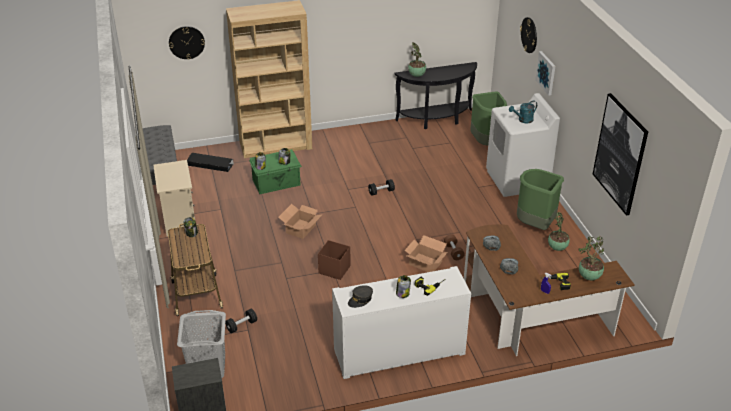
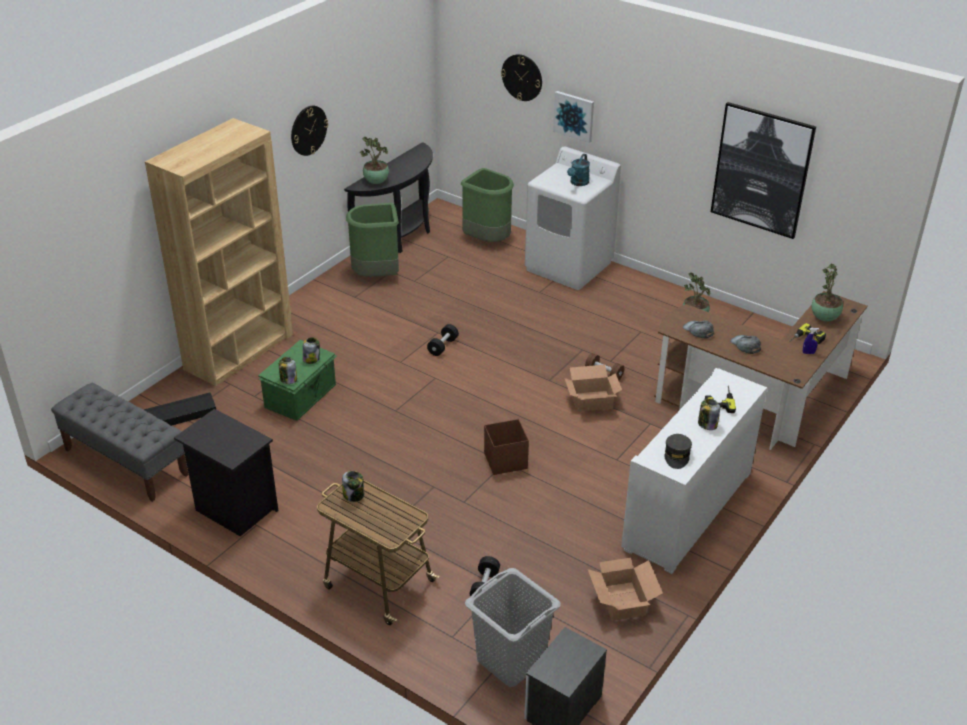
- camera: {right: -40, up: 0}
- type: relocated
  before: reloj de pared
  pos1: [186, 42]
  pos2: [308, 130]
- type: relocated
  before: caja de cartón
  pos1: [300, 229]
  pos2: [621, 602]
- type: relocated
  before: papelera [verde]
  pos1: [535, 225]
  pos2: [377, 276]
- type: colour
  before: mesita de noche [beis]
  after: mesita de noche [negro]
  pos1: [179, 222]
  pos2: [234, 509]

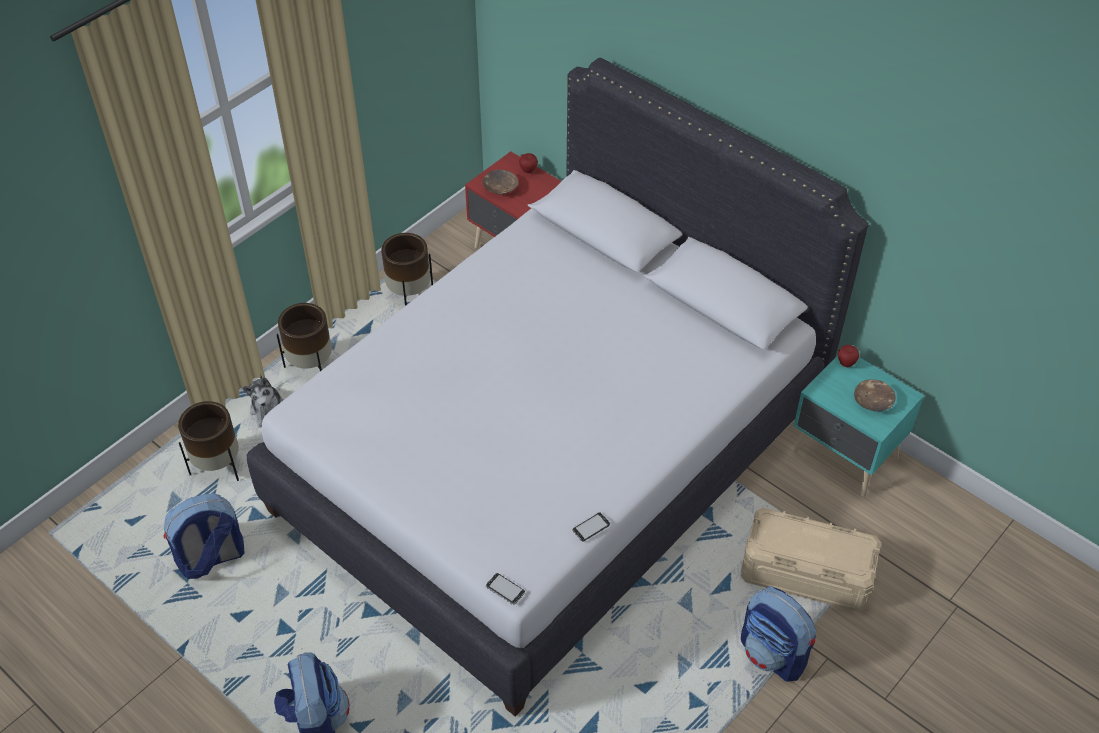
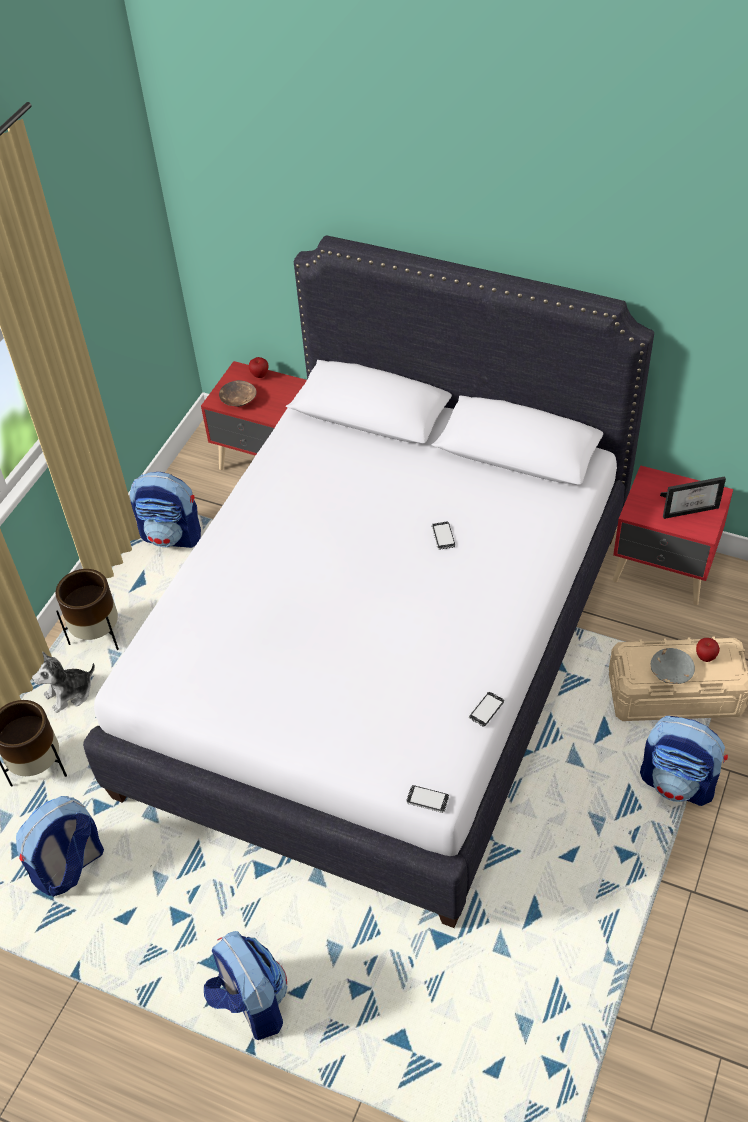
- camera: {right: -15, up: 0}
- type: appeared
  after: móvil
  pos2: [443, 536]
- type: appeared
  after: cuenco [gris]
  pos2: [670, 672]
- type: relocated
  before: manzana
  pos1: [846, 363]
  pos2: [705, 657]
- type: exchanged
  before: maceta [marrón]
  after: mochila
  pos1: [410, 296]
  pos2: [172, 536]
- type: exchanged
  before: cuenco [marrón]
  after: portarretratos
  pos1: [873, 401]
  pos2: [689, 508]
- type: colour
  before: mesita de noche [turquesa]
  after: mesita de noche [rojo]
  pos1: [845, 457]
  pos2: [663, 572]
- type: spun
  before: peluche
  pos1: [268, 410]
  pos2: [70, 693]
  turn: 90

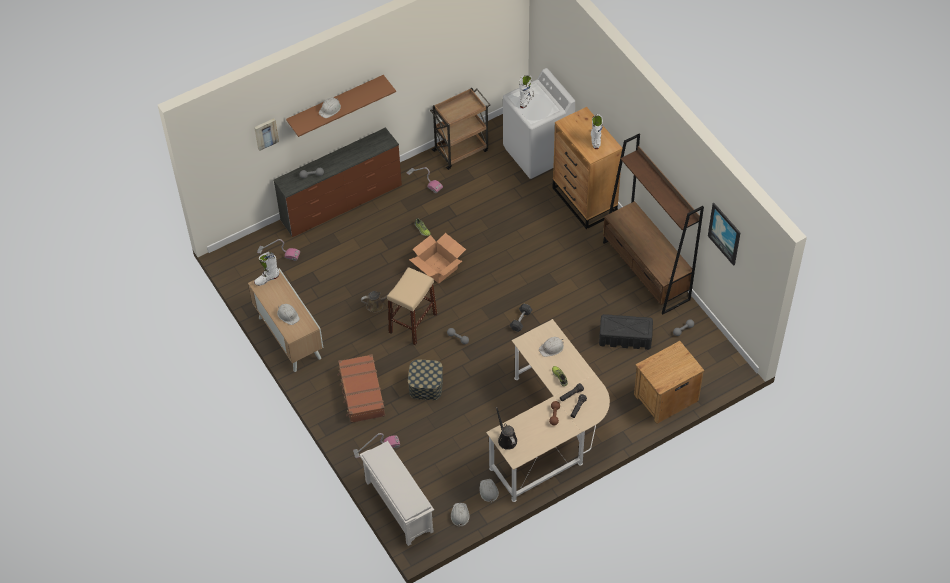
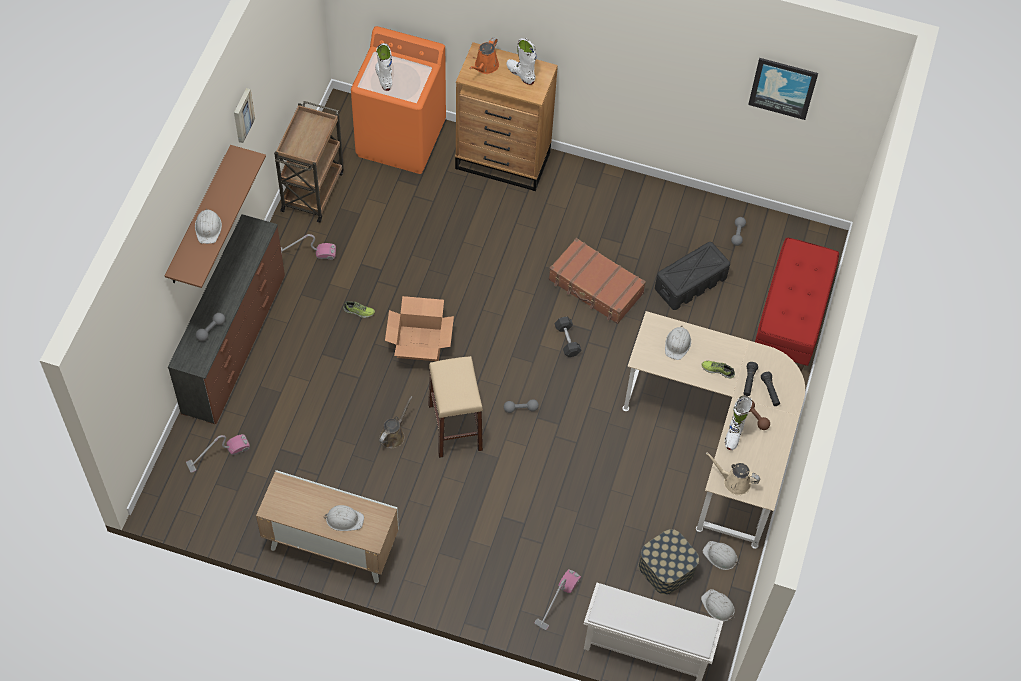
- camera: {right: -45, up: 5}
- type: missing
  before: estantería [marrón]
  pos1: [646, 271]
- type: appeared
  after: regadera [naranja]
  pos2: [485, 66]
- type: relocated
  before: cuadro
  pos1: [266, 133]
  pos2: [242, 115]
- type: relocated
  before: bota [blanco]
  pos1: [267, 279]
  pos2: [733, 434]
- type: relocated
  before: maleta [marrón]
  pos1: [361, 393]
  pos2: [595, 287]
- type: relocated
  before: caja de almacenaje
  pos1: [426, 385]
  pos2: [666, 568]
- type: exchanged
  before: mesita de noche [marrón]
  after: banco [rojo]
  pos1: [665, 397]
  pos2: [790, 319]
- type: colour
  before: regadera [negro]
  after: regadera [beis]
  pos1: [506, 439]
  pos2: [734, 482]
- type: colour
  before: lavadora [blanco]
  after: lavadora [naranja]
  pos1: [538, 153]
  pos2: [401, 139]

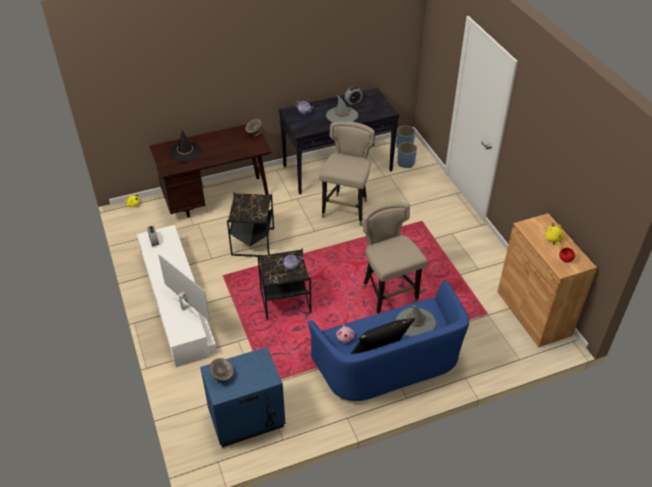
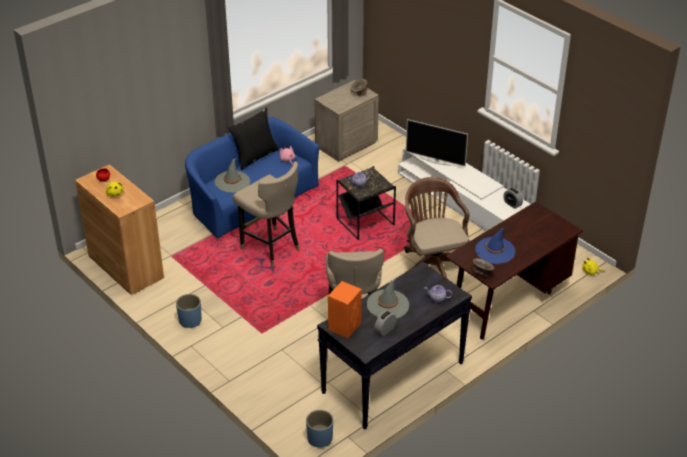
- camera: {right: 160, up: -5}
- type: missing
  before: sombrero [negro]
  pos1: [185, 152]
- type: appeared
  after: altavoz [naranja]
  pos2: [345, 326]
- type: appeared
  after: sombrero [azul]
  pos2: [495, 251]
- type: relocated
  before: maceta [azul]
  pos1: [406, 163]
  pos2: [190, 320]
- type: exchanged
  before: mesa auxiliar [negro]
  after: silla de oficina [marrón]
  pos1: [252, 242]
  pos2: [433, 265]
- type: colour
  before: mesita de noche [azul]
  after: mesita de noche [beis]
  pos1: [247, 419]
  pos2: [345, 144]

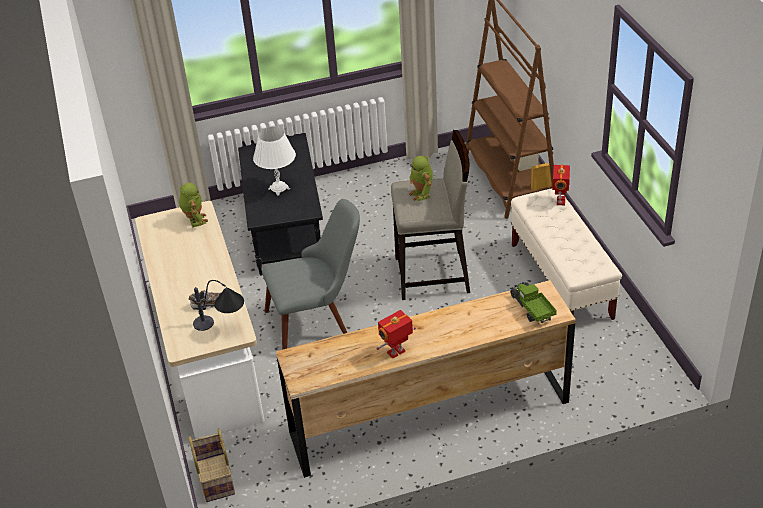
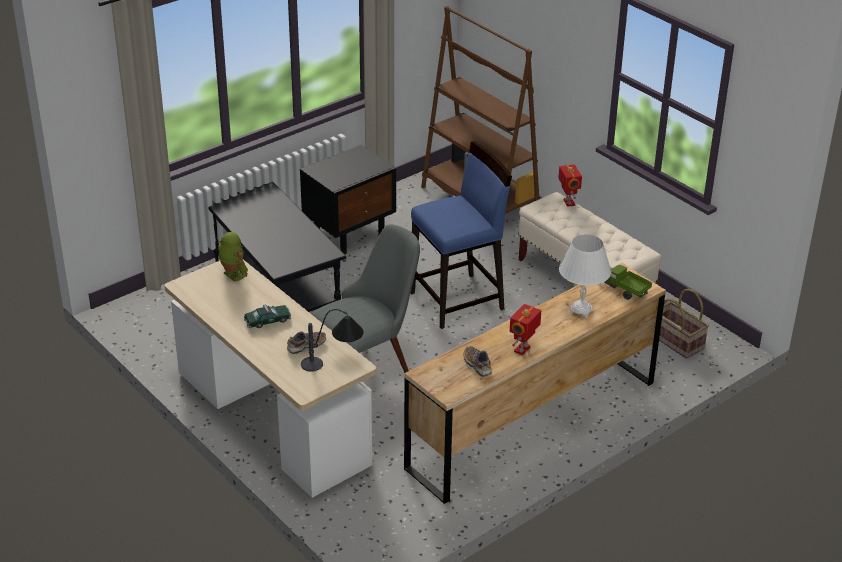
- camera: {right: -25, up: -5}
- type: missing
  before: robot de juguete
  pos1: [422, 194]
- type: appeared
  after: coche de juguete
  pos2: [268, 321]
- type: appeared
  after: mesita de noche [negro]
  pos2: [350, 234]
- type: appeared
  after: zapato
  pos2: [477, 365]
- type: relocated
  before: cesta
  pos1: [214, 477]
  pos2: [676, 342]
- type: relocated
  before: lámpara de mesa [blanco]
  pos1: [279, 189]
  pos2: [581, 310]
- type: colour
  before: taburete [beis]
  after: taburete [azul]
  pos1: [433, 275]
  pos2: [458, 301]

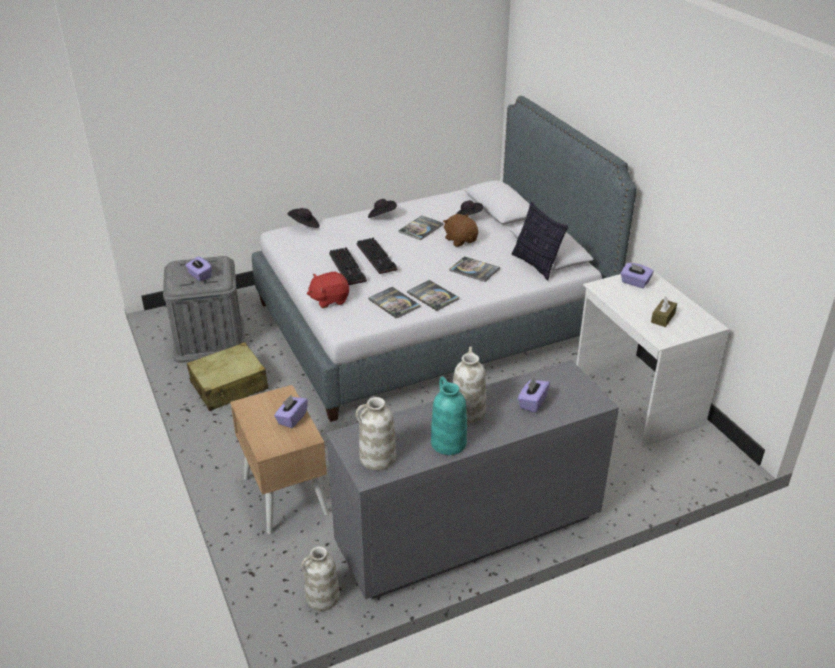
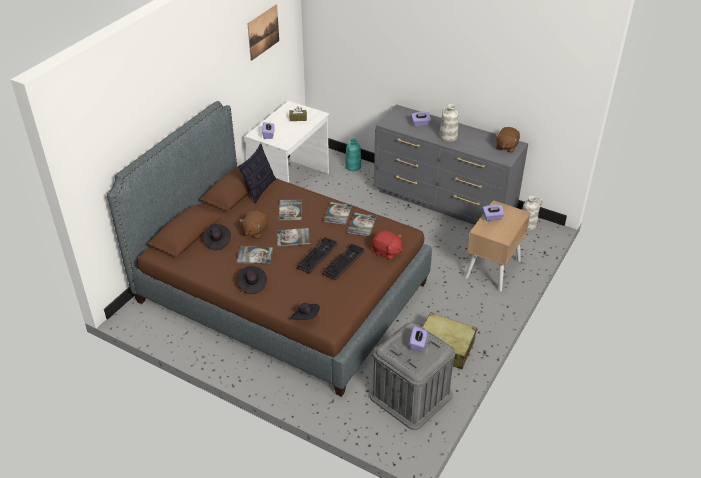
- camera: {right: -125, up: 5}
- type: appeared
  after: cuadro
  pos2: [263, 32]
- type: appeared
  after: libro
  pos2: [293, 237]
- type: relocated
  before: florero [turquesa]
  pos1: [447, 443]
  pos2: [353, 167]
- type: exchanged
  before: florero [blanco]
  after: peluche [marrón]
  pos1: [377, 458]
  pos2: [506, 147]
- type: colour
  before: cama [gris]
  after: cama [marrón]
  pos1: [430, 320]
  pos2: [281, 292]

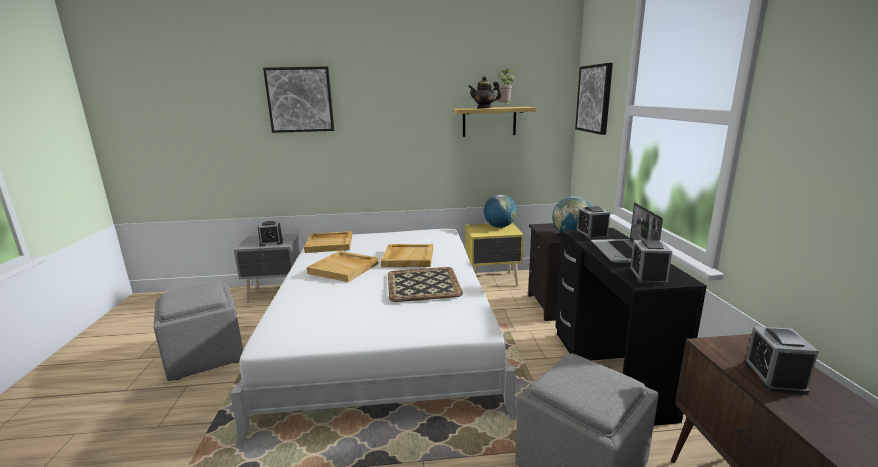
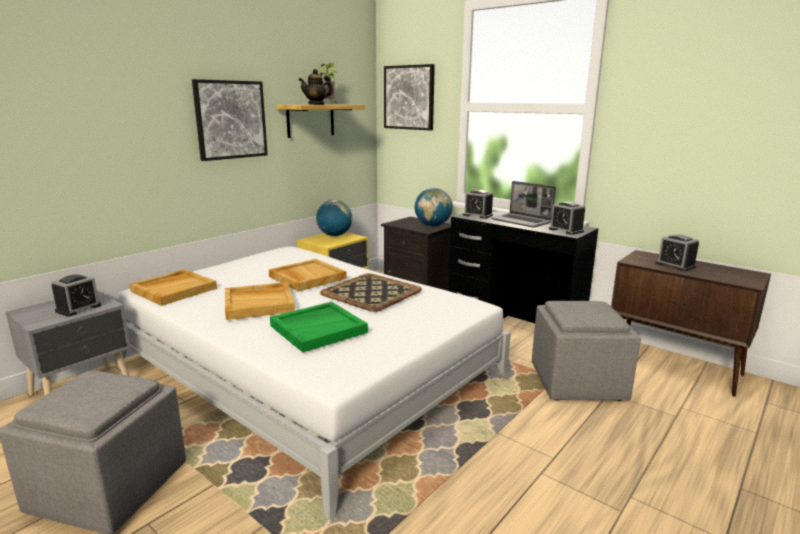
- camera: {right: -45, up: 0}
- type: appeared
  after: bandeja [verde]
  pos2: [318, 329]
- type: relocated
  before: cuadro
  pos1: [300, 100]
  pos2: [230, 120]

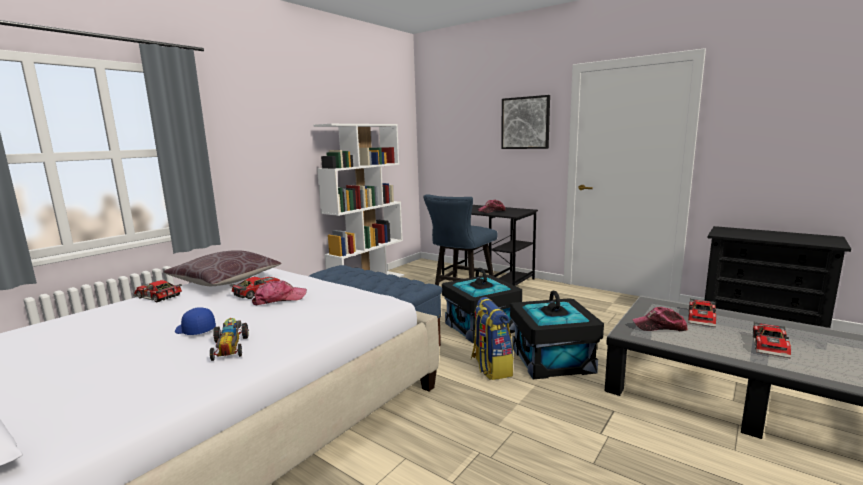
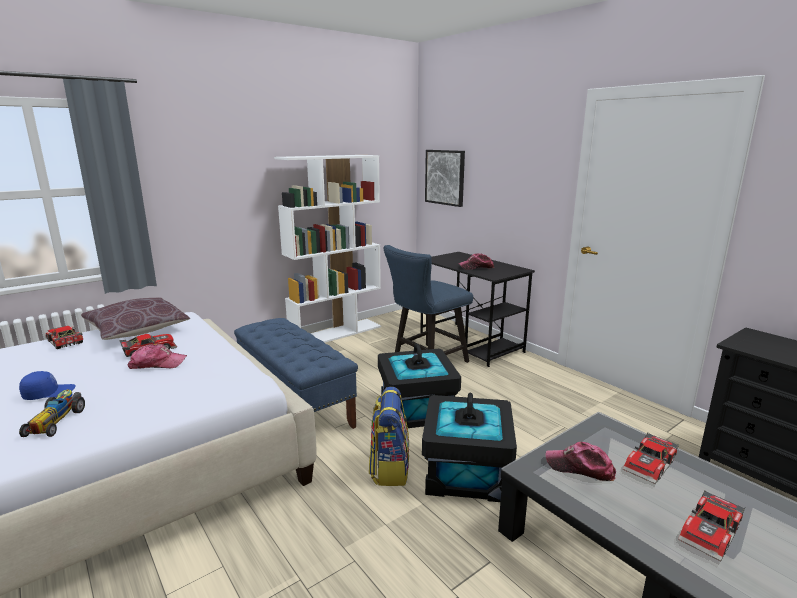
- camera: {right: 15, up: 5}
- type: relocated
  before: cuadro
  pos1: [525, 123]
  pos2: [445, 177]
- type: spun
  before: gorra [azul]
  pos1: [194, 330]
  pos2: [49, 393]
  turn: 105

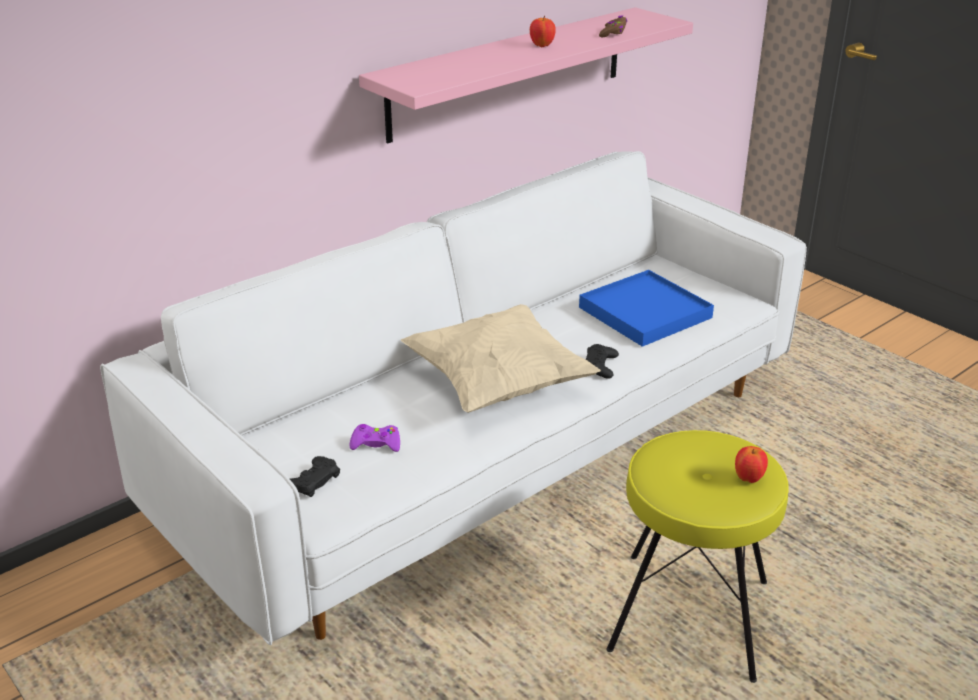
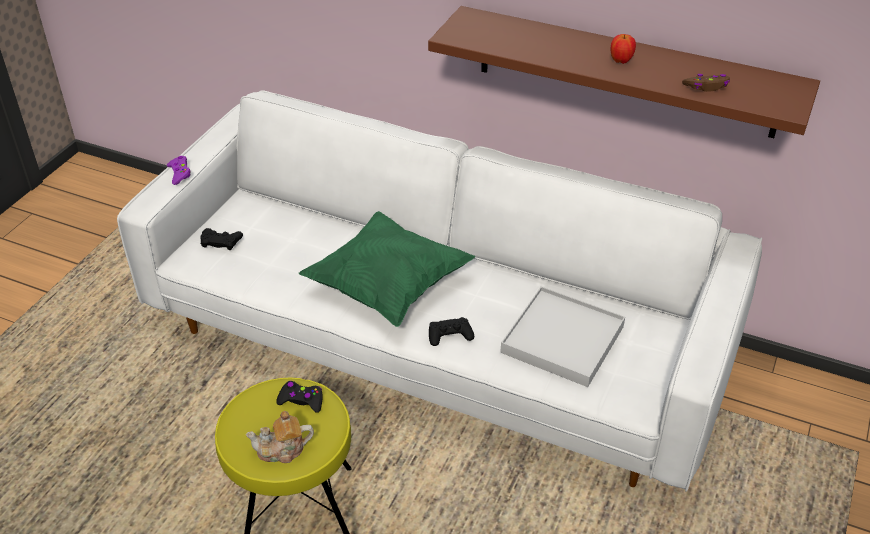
- camera: {right: 65, up: 10}
- type: appeared
  after: mando de consola [negro]
  pos2: [301, 400]
- type: relocated
  before: mando de consola [morado]
  pos1: [376, 444]
  pos2: [180, 173]
- type: exchanged
  before: manzana
  after: tetera
  pos1: [748, 478]
  pos2: [282, 450]
- type: colour
  before: estante [rosa]
  after: estante [marrón]
  pos1: [509, 72]
  pos2: [625, 72]
- type: colour
  before: cojín [beis]
  after: cojín [verde]
  pos1: [498, 384]
  pos2: [388, 287]
- type: colour
  before: bandeja [azul]
  after: bandeja [blanco]
  pos1: [644, 312]
  pos2: [562, 339]

